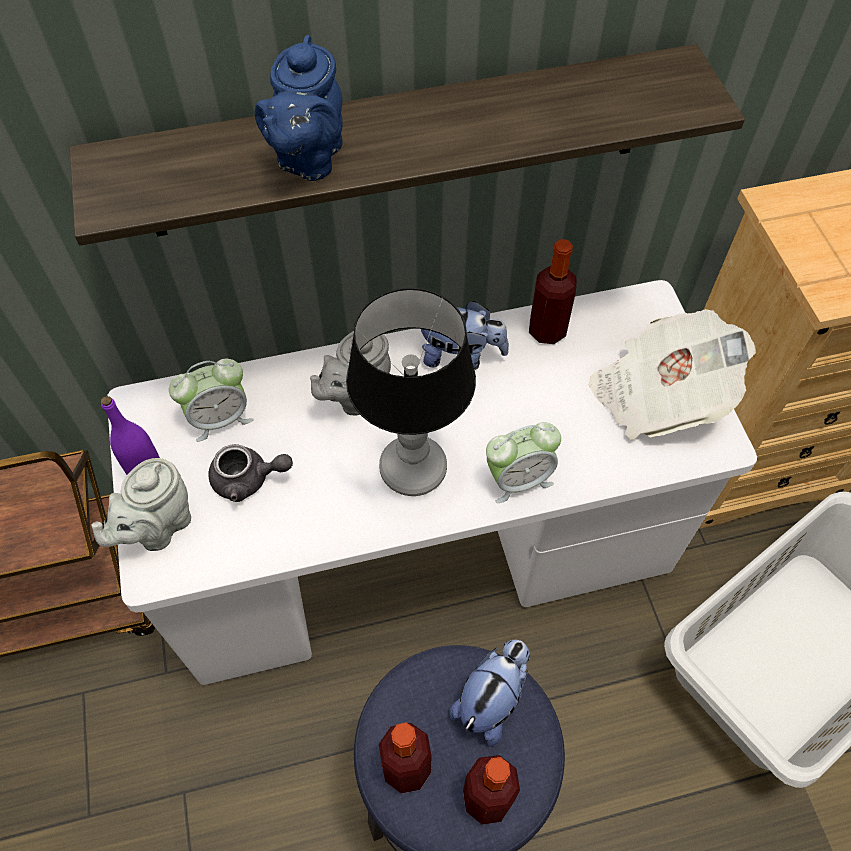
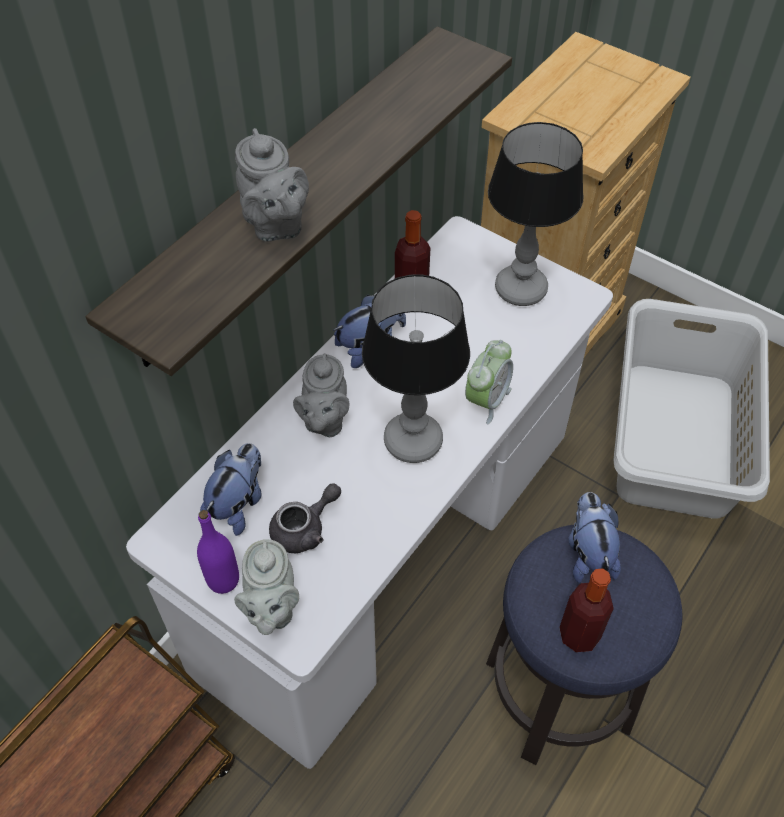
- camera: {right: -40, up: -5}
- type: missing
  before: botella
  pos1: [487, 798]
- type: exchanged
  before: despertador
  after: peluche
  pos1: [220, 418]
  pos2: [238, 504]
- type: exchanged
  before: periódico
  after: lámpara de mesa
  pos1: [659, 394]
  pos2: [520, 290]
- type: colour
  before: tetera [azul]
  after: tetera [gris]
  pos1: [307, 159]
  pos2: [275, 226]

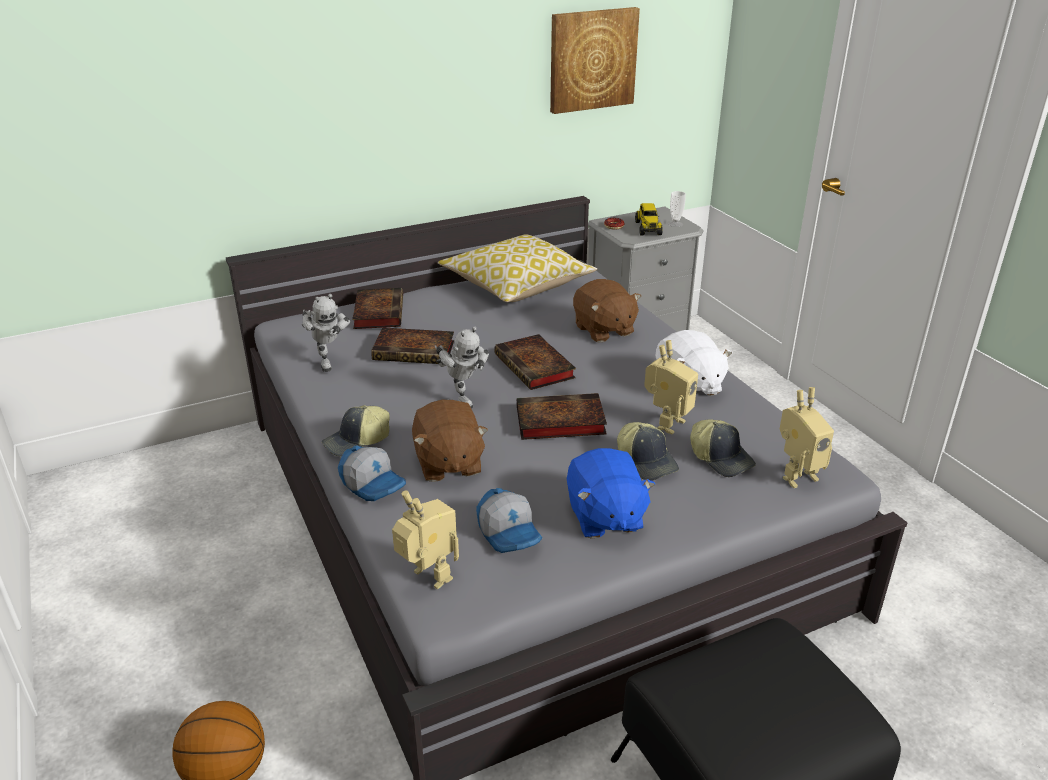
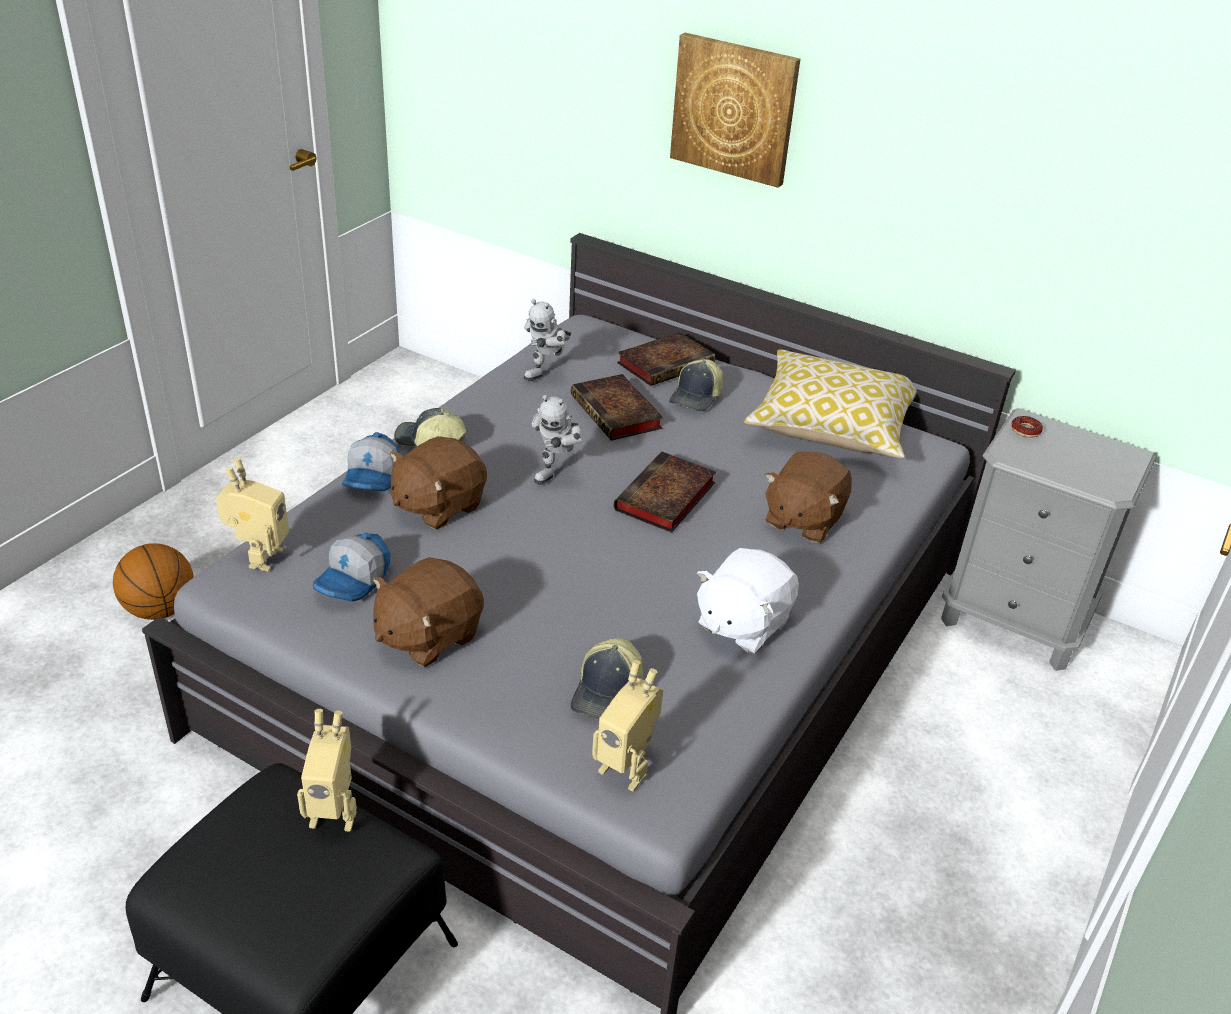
- camera: {right: 55, up: 5}
- type: missing
  before: libro
  pos1: [558, 422]
- type: missing
  before: camión de juguete
  pos1: [648, 228]
- type: missing
  before: taza
  pos1: [675, 224]
- type: relocated
  before: cuadro
  pos1: [592, 59]
  pos2: [734, 109]
- type: relocated
  before: gorra
  pos1: [647, 461]
  pos2: [697, 397]
- type: relocated
  before: robot de juguete
  pos1: [666, 423]
  pos2: [334, 813]
- type: colour
  before: peluche [azul]
  after: peluche [marrón]
  pos1: [604, 517]
  pos2: [427, 636]

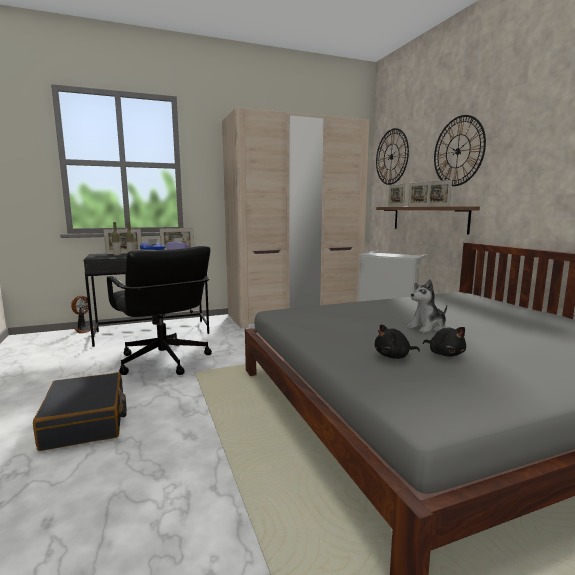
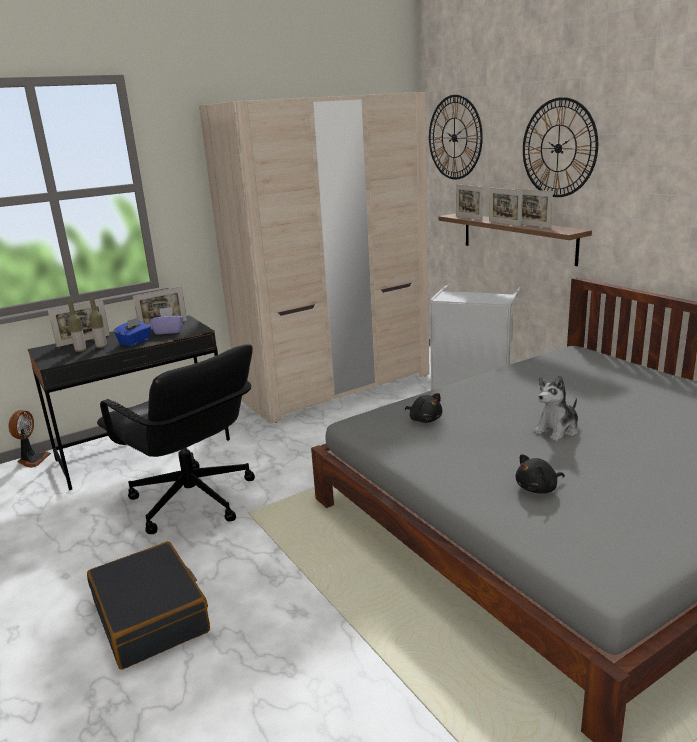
- camera: {right: -10, up: 10}
- type: relocated
  before: peluche [negro]
  pos1: [445, 354]
  pos2: [424, 419]

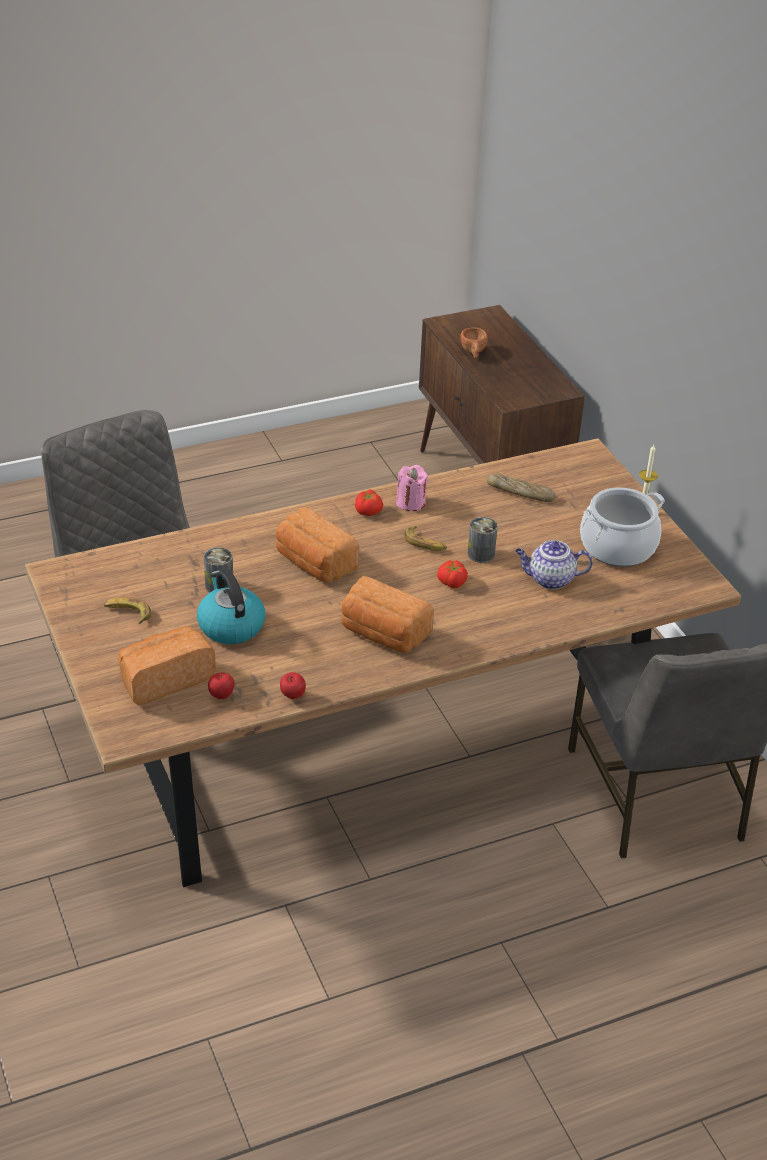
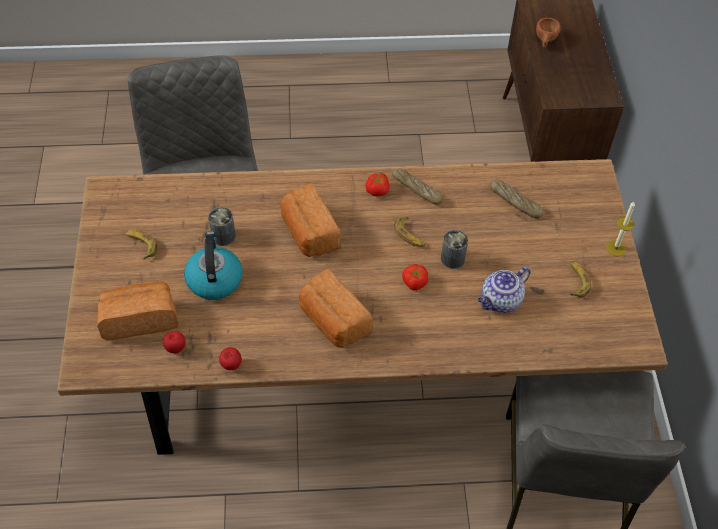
- camera: {right: 20, up: 15}
- type: exchanged
  before: vela [rosa]
  after: pan
  pos1: [410, 502]
  pos2: [416, 190]
- type: exchanged
  before: olla
  after: plátano
  pos1: [617, 547]
  pos2: [576, 281]
- type: spun
  before: tetera
  pos1: [549, 579]
  pos2: [500, 301]
  turn: -60

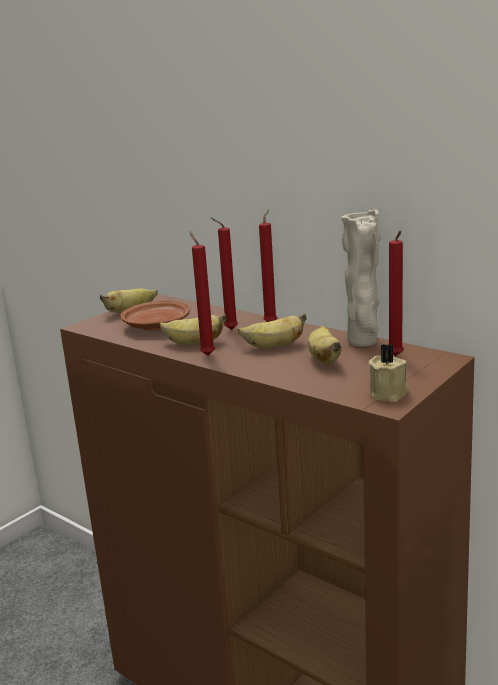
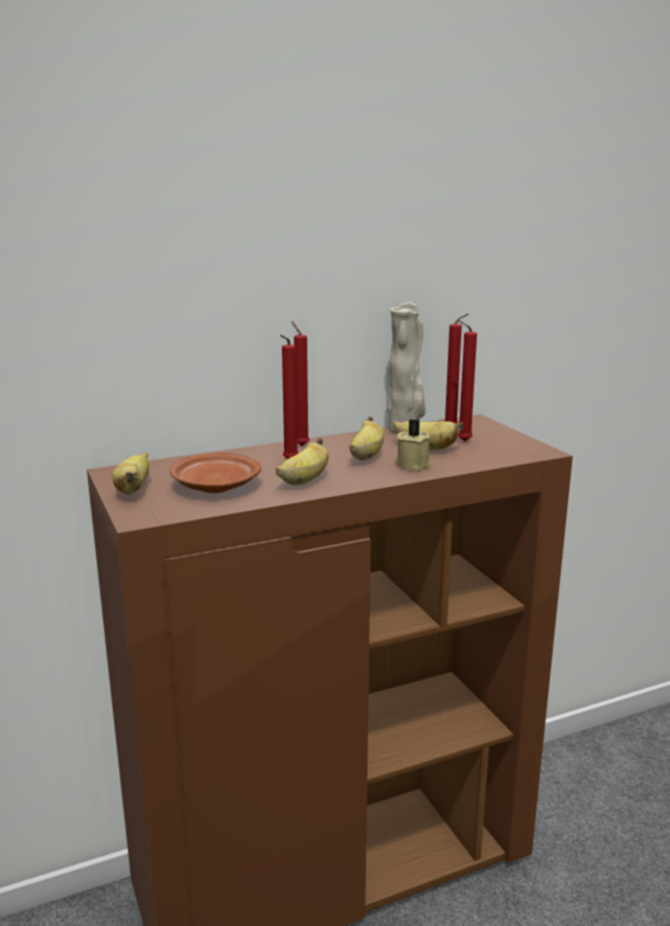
- camera: {right: -65, up: 0}
- type: relocated
  before: vela [rojo]
  pos1: [206, 354]
  pos2: [462, 441]
- type: relocated
  before: vela [beis]
  pos1: [389, 393]
  pos2: [413, 464]

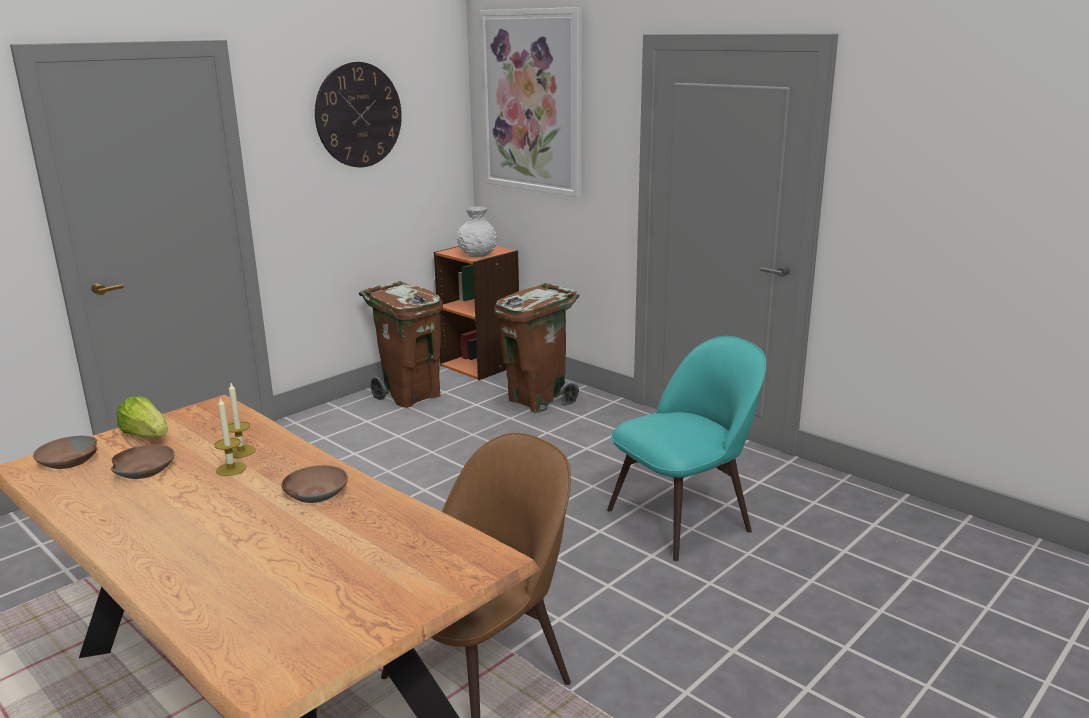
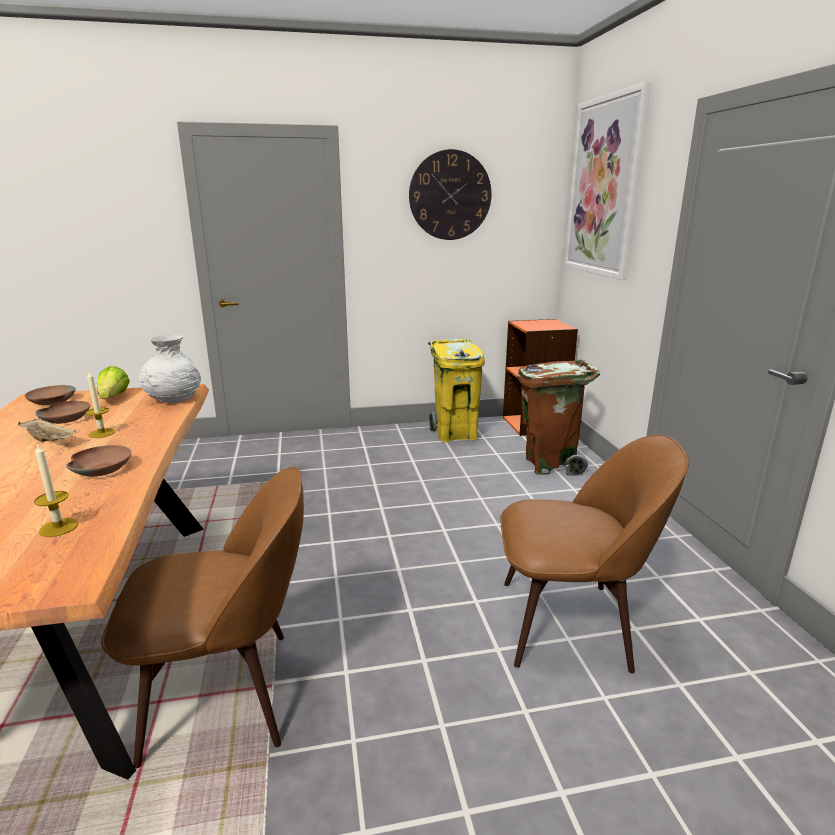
- camera: {right: 35, up: 0}
- type: appeared
  after: bandeja [beis]
  pos2: [50, 441]
- type: relocated
  before: vela
  pos1: [241, 451]
  pos2: [59, 527]
- type: relocated
  before: florero [blanco]
  pos1: [477, 255]
  pos2: [173, 399]
- type: colour
  before: papelera [marrón]
  after: papelera [amarillo]
  pos1: [410, 396]
  pos2: [455, 434]
- type: colour
  before: silla [turquesa]
  after: silla [marrón]
  pos1: [683, 518]
  pos2: [570, 623]

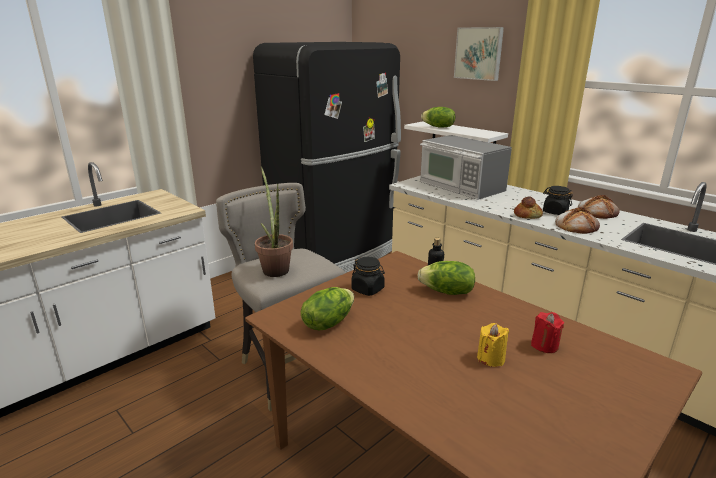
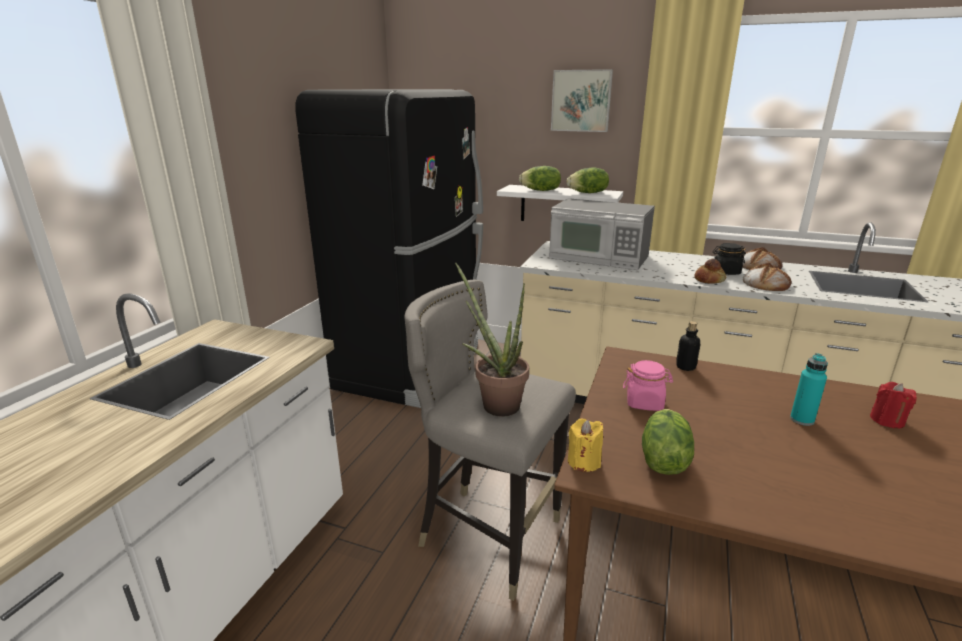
- camera: {right: -25, up: 0}
- type: appeared
  after: botella [turquesa]
  pos2: [802, 419]
- type: relocated
  before: lechuga
  pos1: [447, 292]
  pos2: [588, 193]
- type: relocated
  before: vela [amarillo]
  pos1: [491, 358]
  pos2: [584, 462]
- type: colour
  before: tarro [negro]
  after: tarro [rosa]
  pos1: [368, 289]
  pos2: [645, 403]

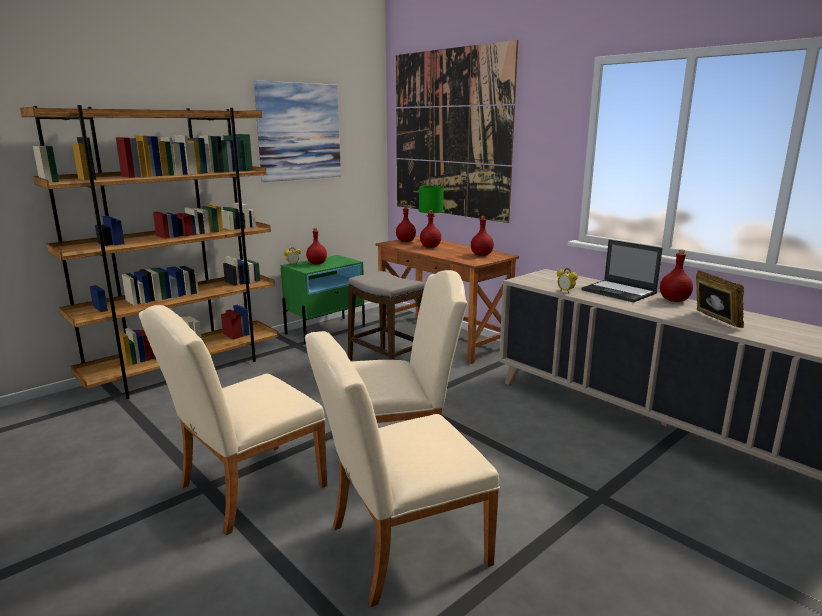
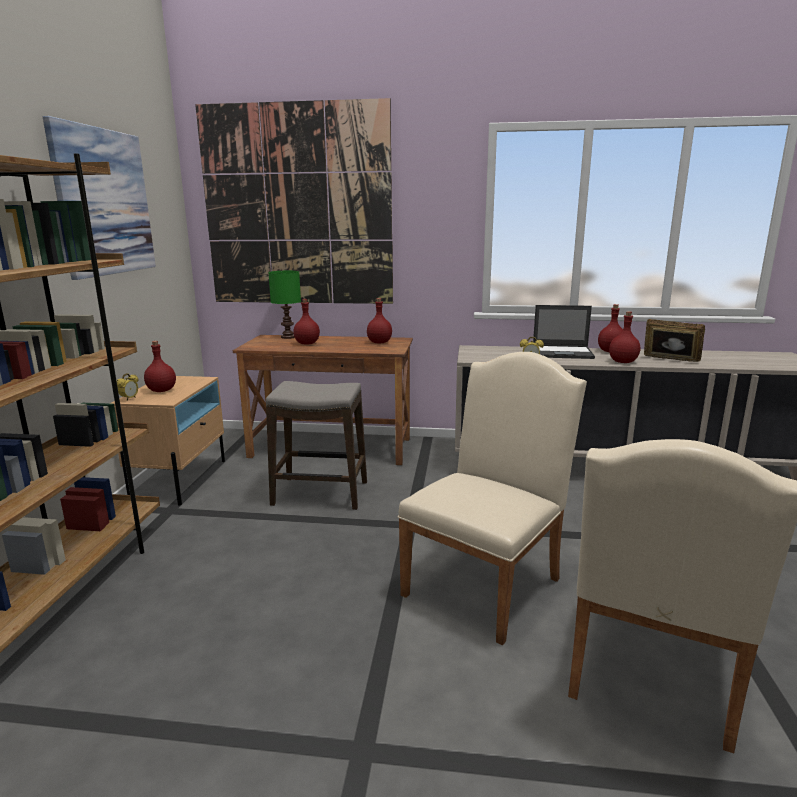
- camera: {right: -40, up: 0}
- type: missing
  before: silla [beis]
  pos1: [244, 489]
- type: relocated
  before: botella [rojo]
  pos1: [405, 241]
  pos2: [622, 362]
- type: colour
  before: mesita de noche [verde]
  after: mesita de noche [beis]
  pos1: [326, 330]
  pos2: [181, 479]

